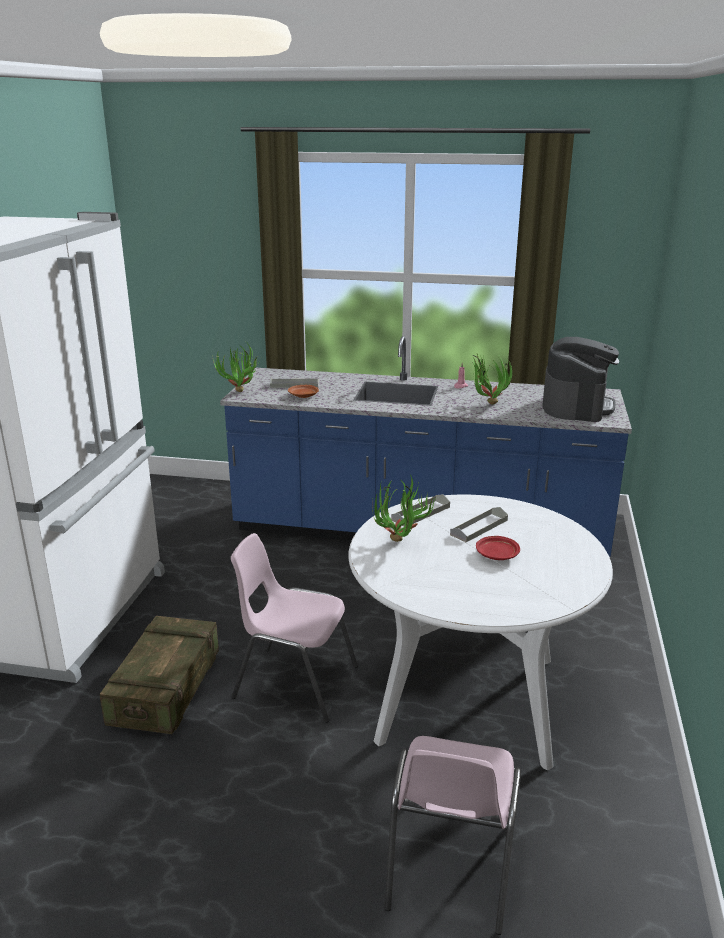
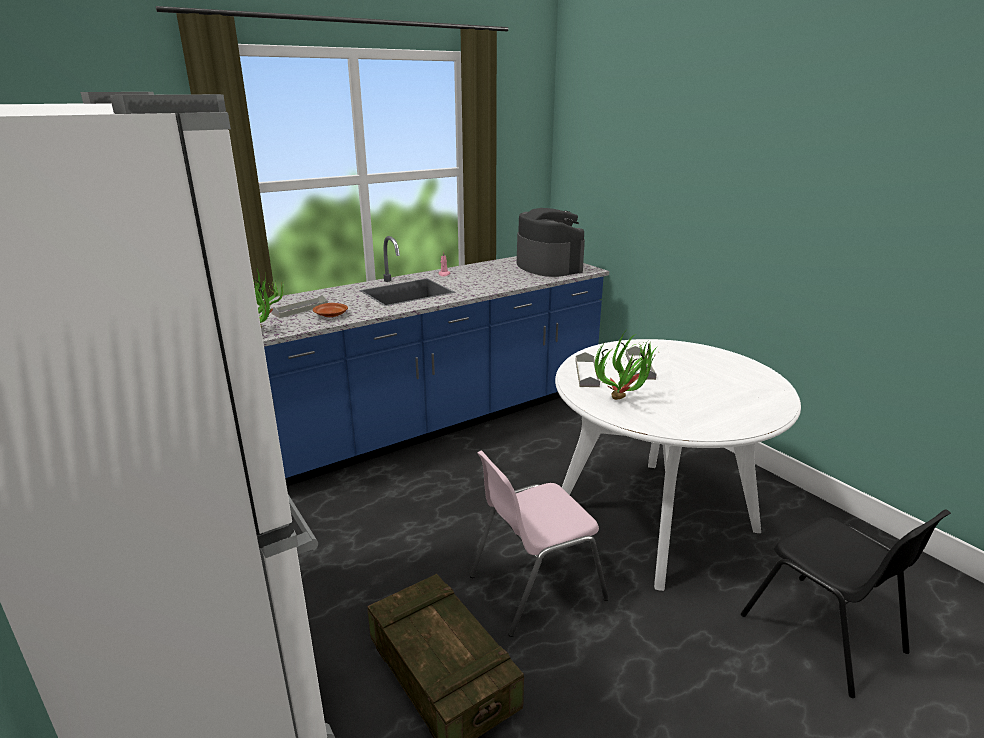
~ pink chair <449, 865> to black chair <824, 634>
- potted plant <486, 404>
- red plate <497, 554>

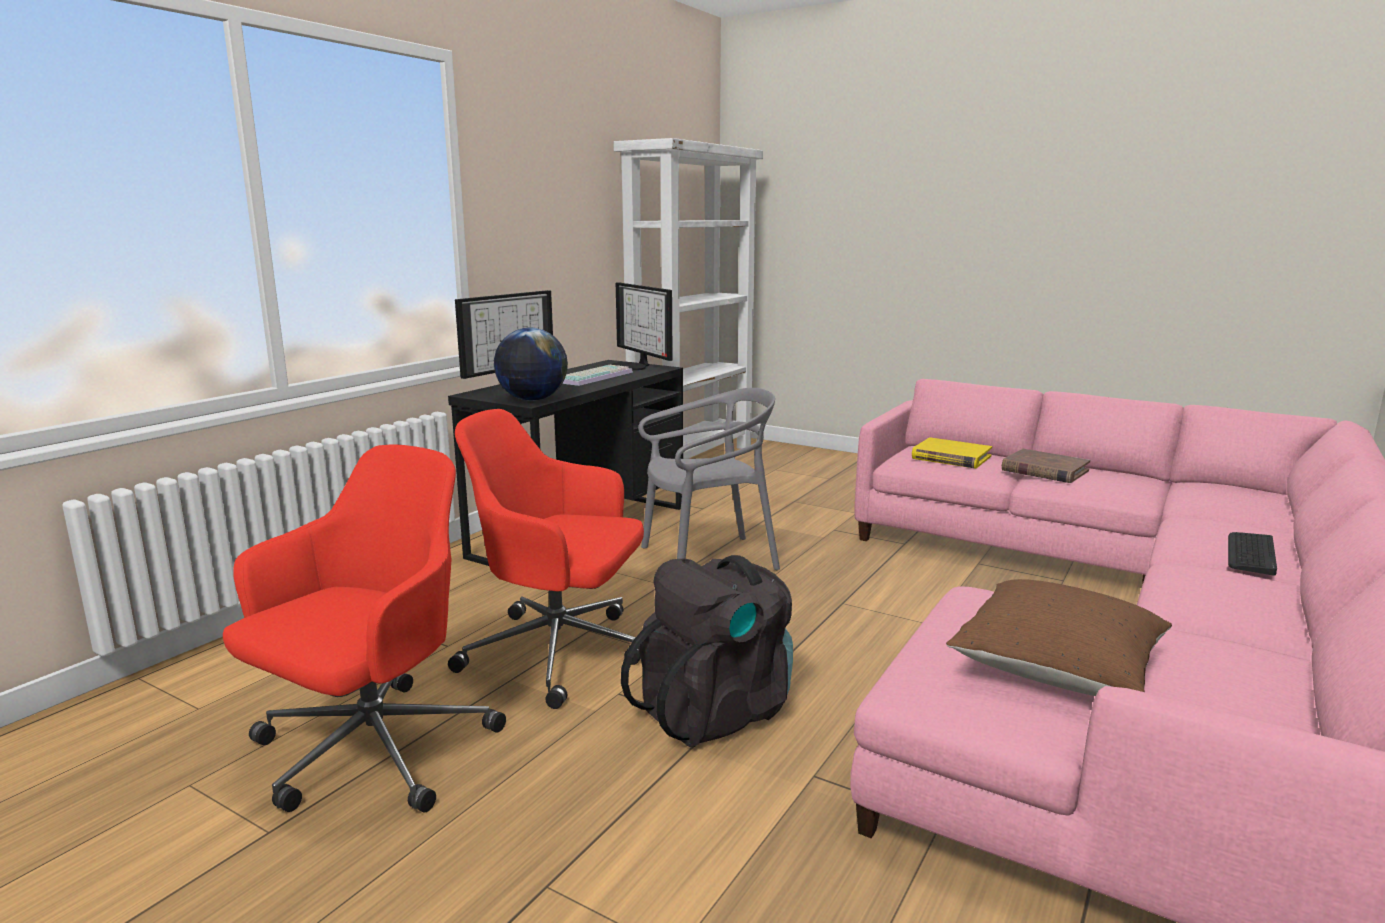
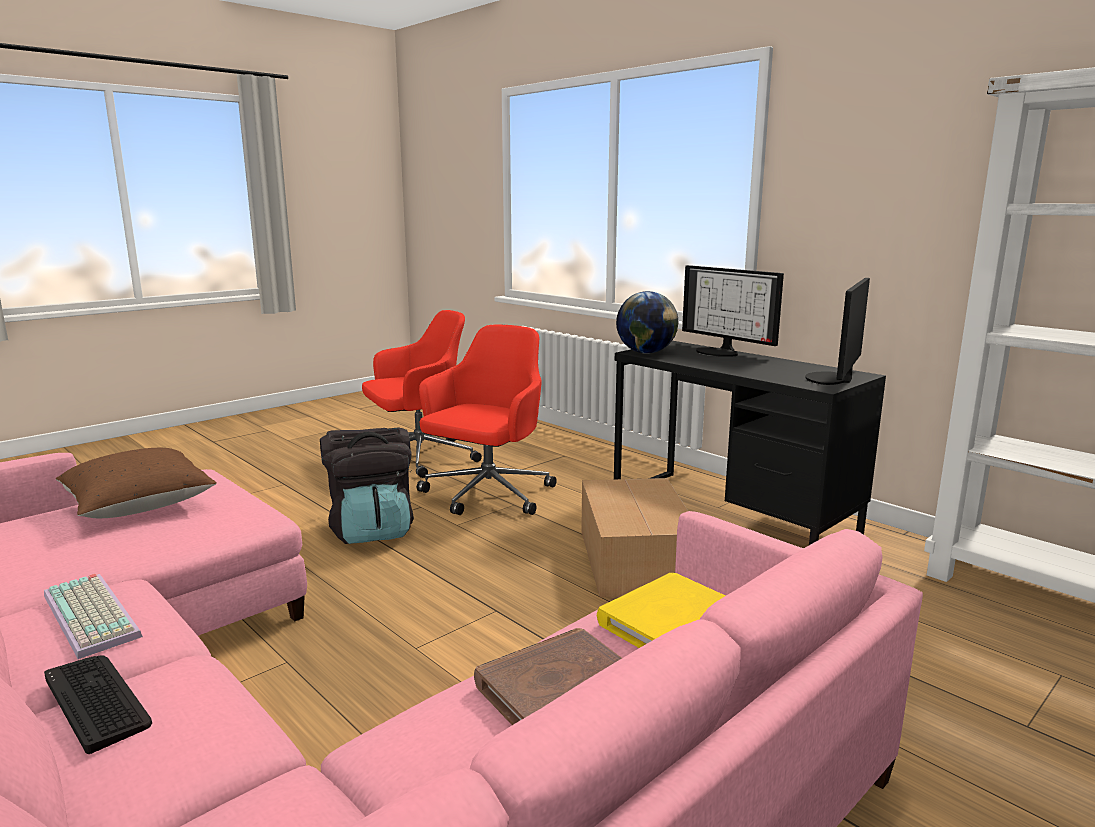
~ keyboard <594, 377> to <94, 615>
~ red office chair <371, 752> = <418, 457> 75 degrees counterclockwise
~ grey chair <707, 561> to cardboard box <634, 561>
~ monitor <634, 366> = <833, 379> 45 degrees counterclockwise

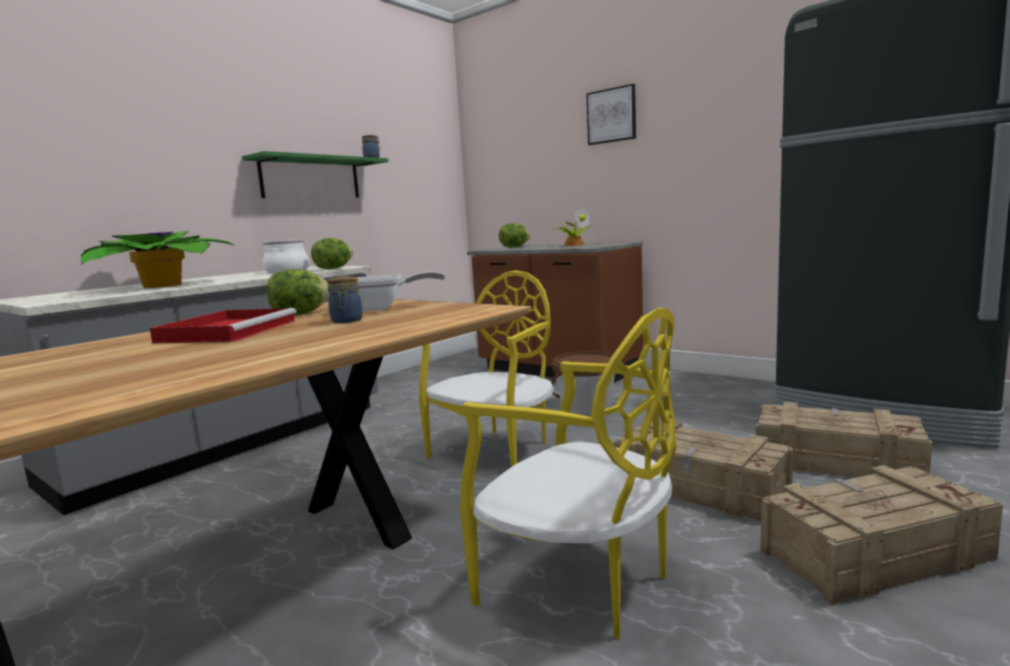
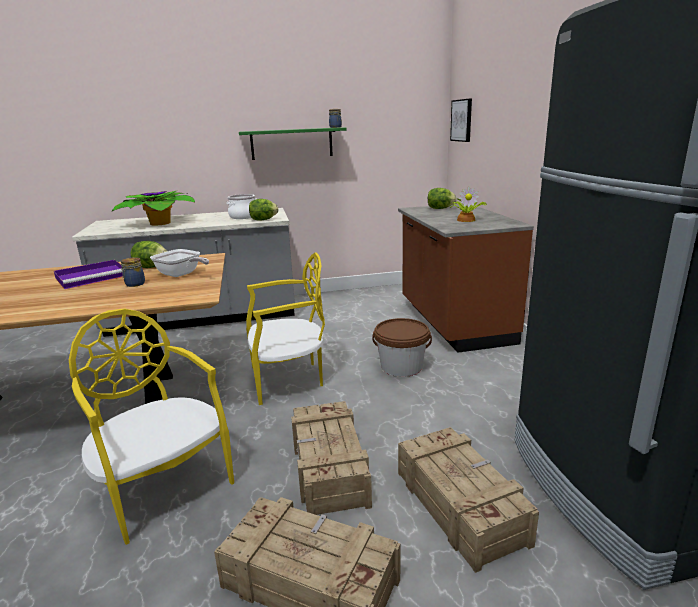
~ red tray <230, 331> to purple tray <93, 276>
~ yellow chair <581, 583> = <164, 486> 150 degrees clockwise
~ picture <612, 115> to <462, 120>

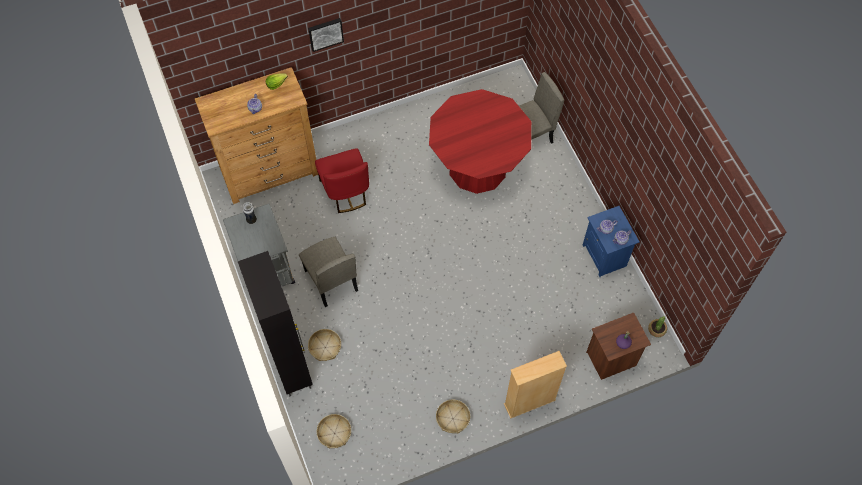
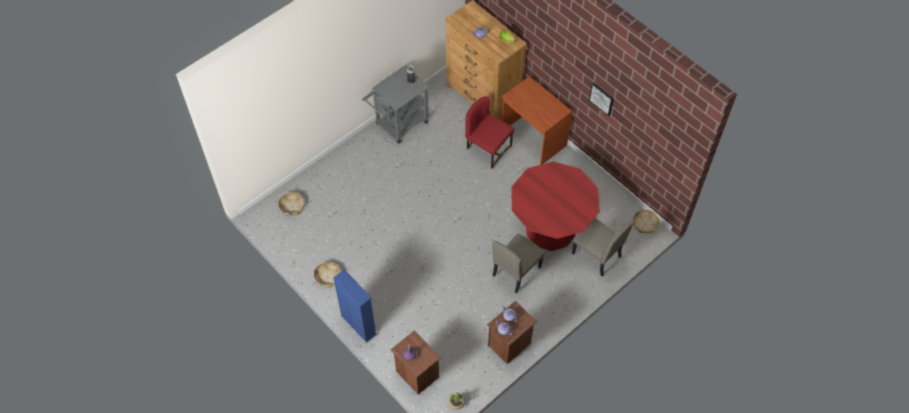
~ beige bookcase <529, 402> to blue bookcase <358, 325>
~ red chair <345, 192> = <487, 148> 75 degrees clockwise
~ blue nightstand <605, 255> to brown nightstand <510, 345>
~ beige chair <330, 280> to <516, 271>
+ brown desk <533, 138>
~ picture <325, 33> to <602, 98>
~ basket <325, 347> to <645, 224>
- black cabinet <291, 367>

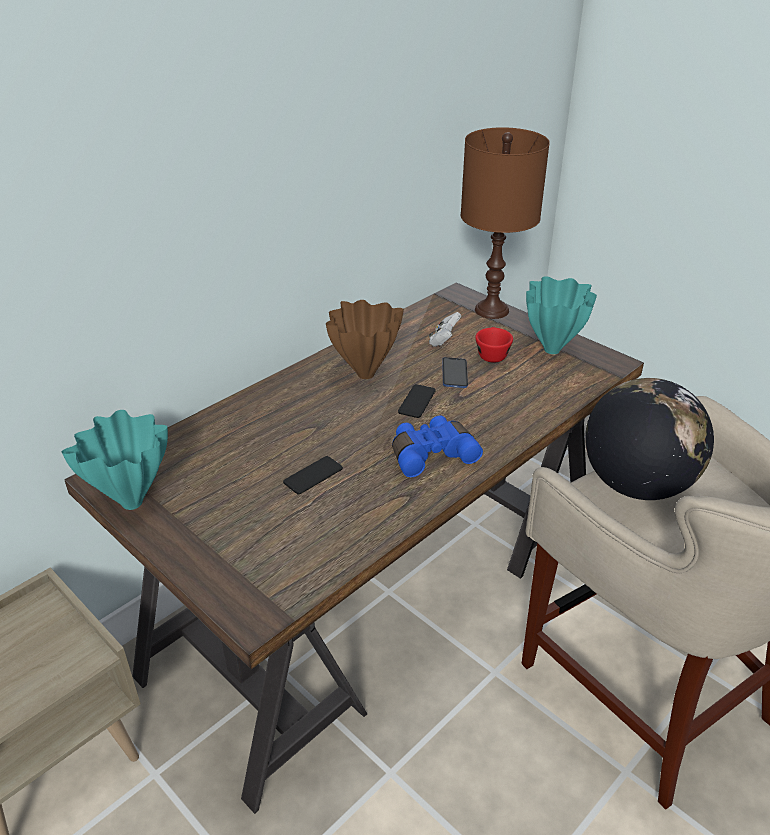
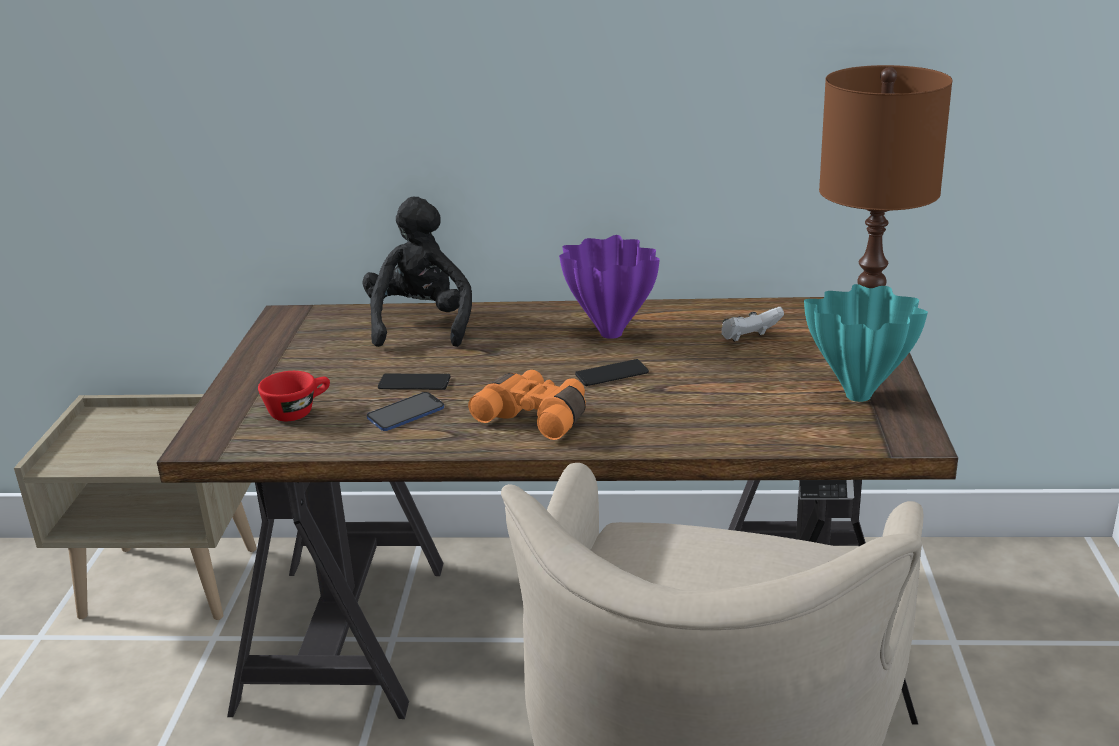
~ red cup <491, 354> to <298, 411>
+ black plush toy <421, 325>
~ phone <454, 374> to <406, 413>
~ blue binoculars <431, 454> to orange binoculars <536, 416>
~ brown vase <364, 375> to purple vase <609, 333>
- turquoise vase <134, 502>
- globe <636, 484>

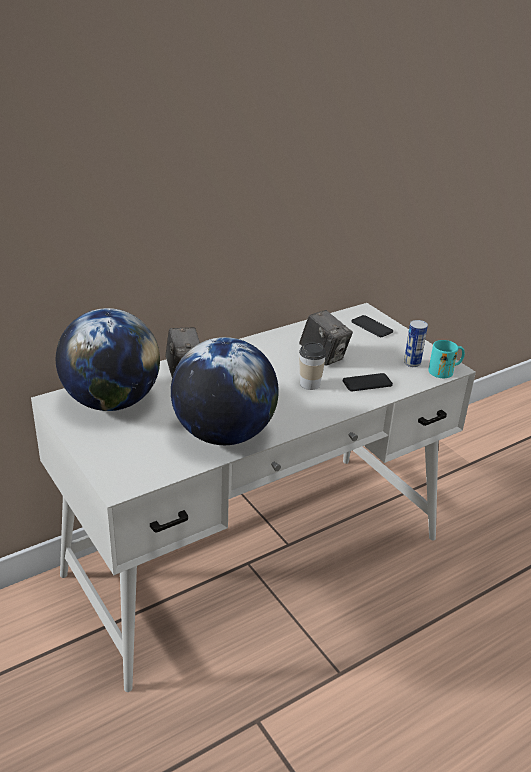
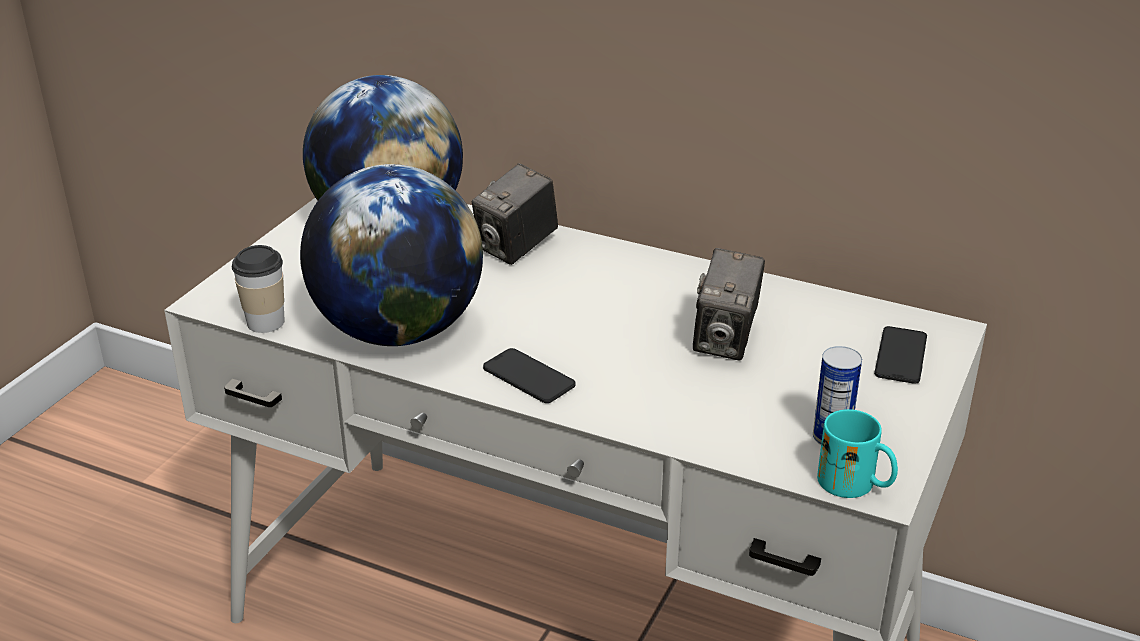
~ cup <310, 384> to <265, 322>
~ phone <367, 383> to <528, 377>

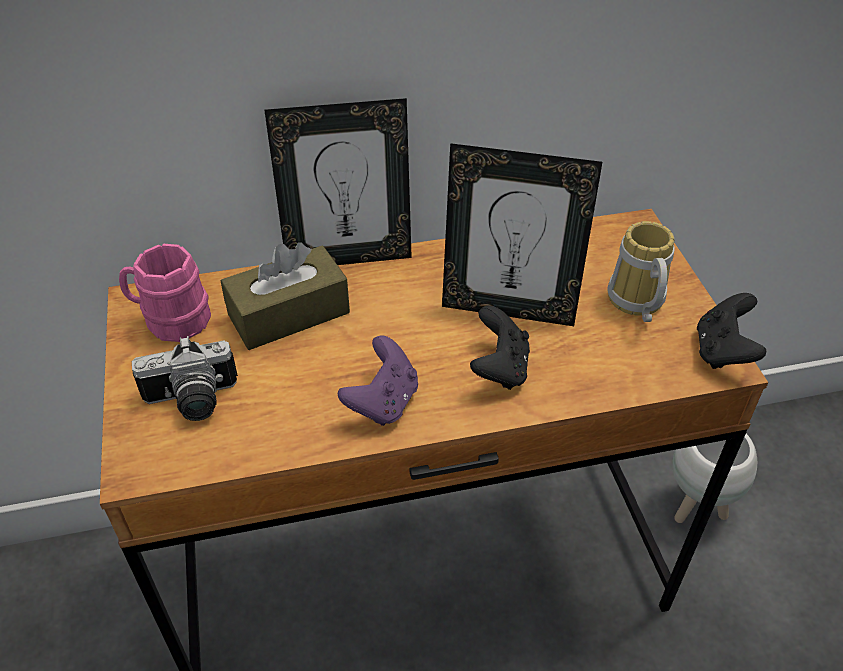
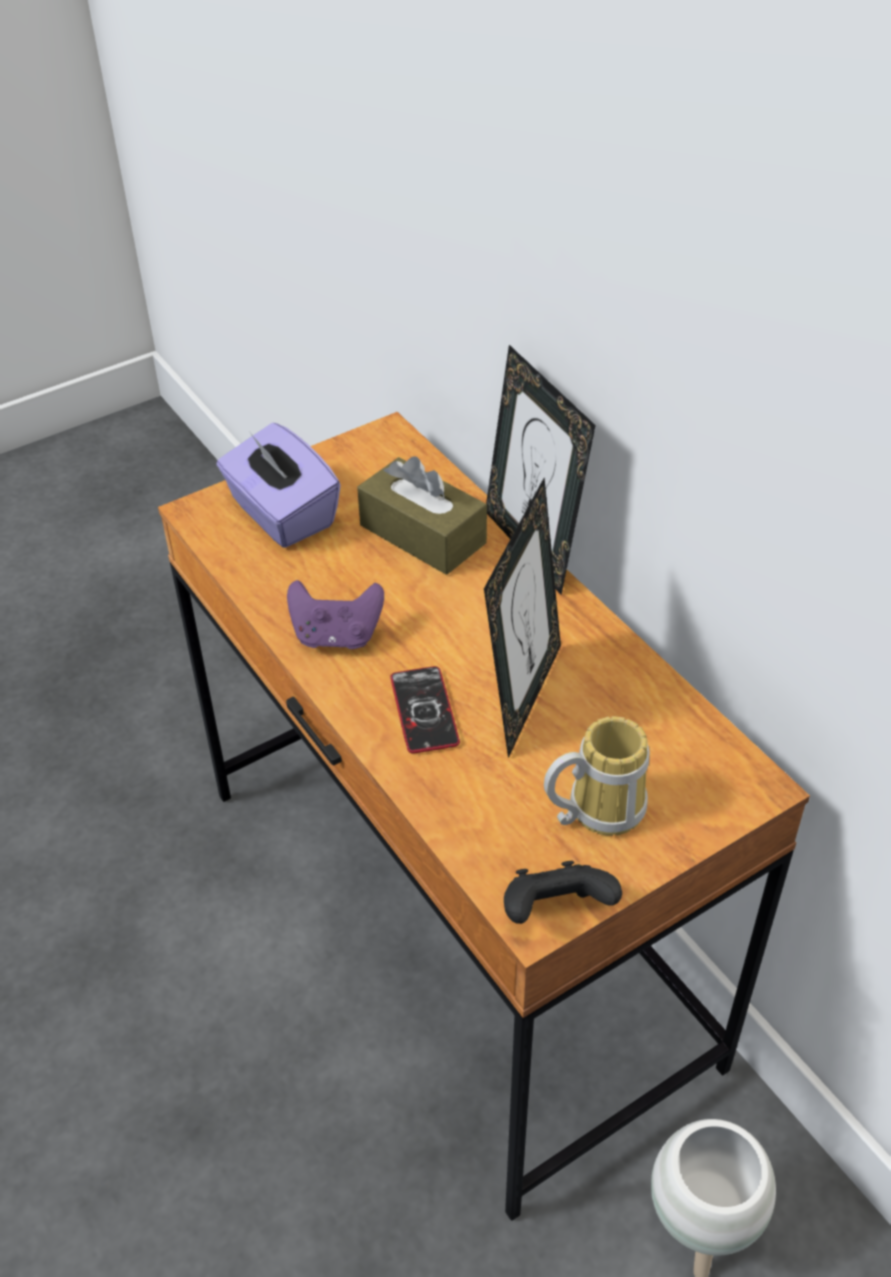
~ photo camera <192, 402> to purple tissue box <281, 514>
~ black game controller <499, 368> to phone <424, 711>
~ picture frame <508, 308> = <522, 696> 150 degrees counterclockwise
- pink mug <170, 320>

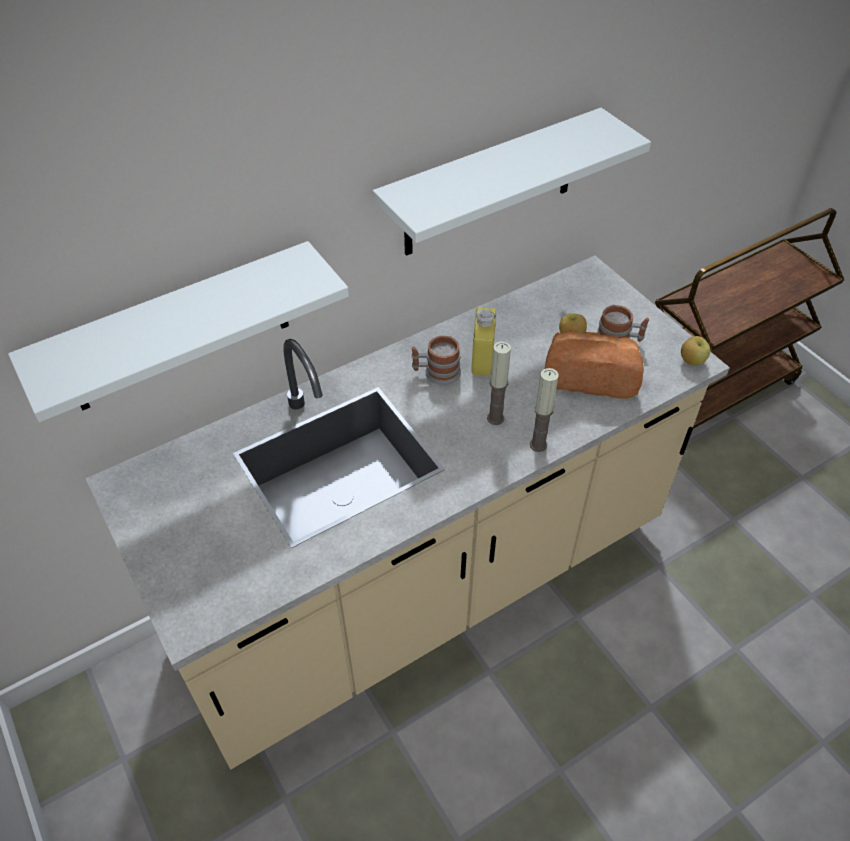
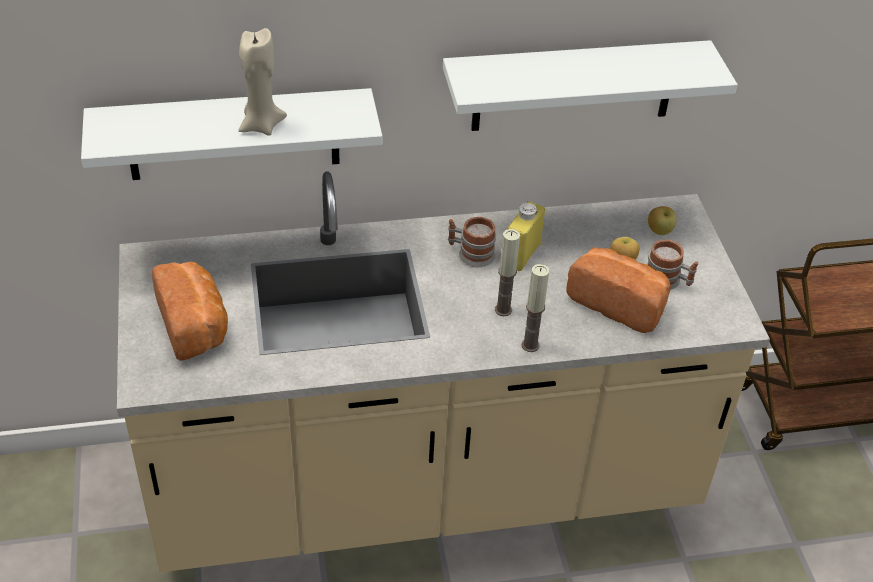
+ bread <195, 325>
+ beige candle <261, 125>
~ apple <691, 361> to <659, 231>

